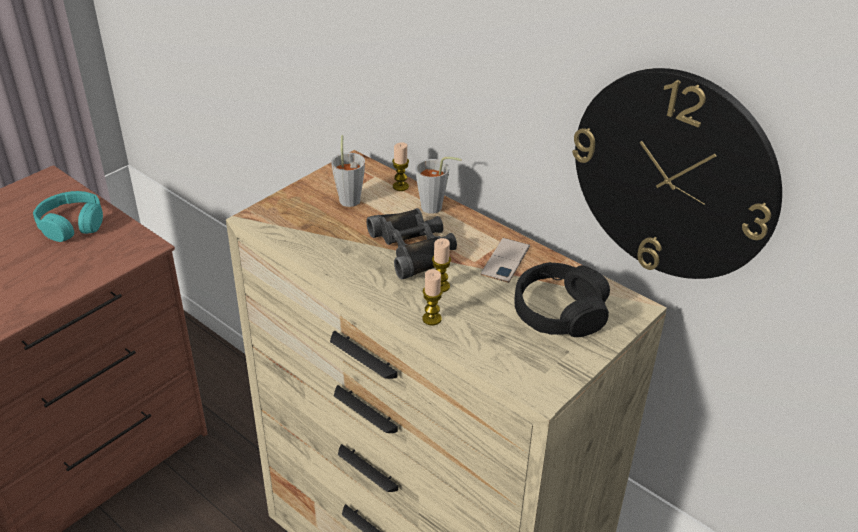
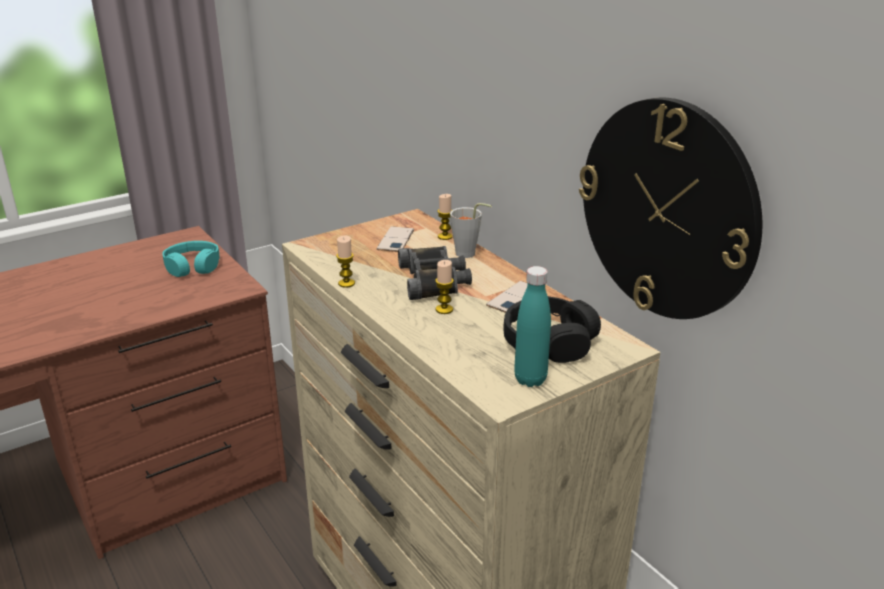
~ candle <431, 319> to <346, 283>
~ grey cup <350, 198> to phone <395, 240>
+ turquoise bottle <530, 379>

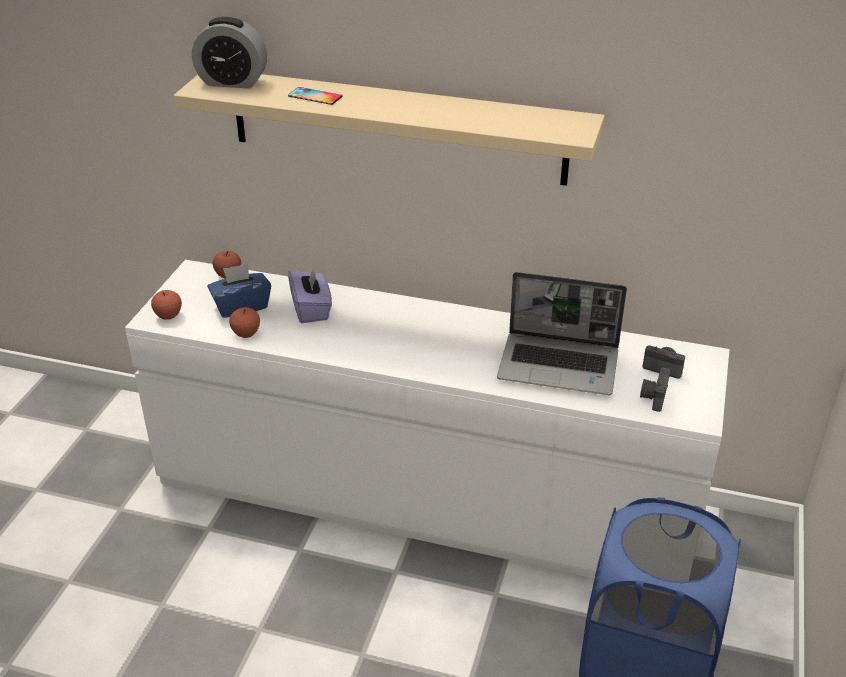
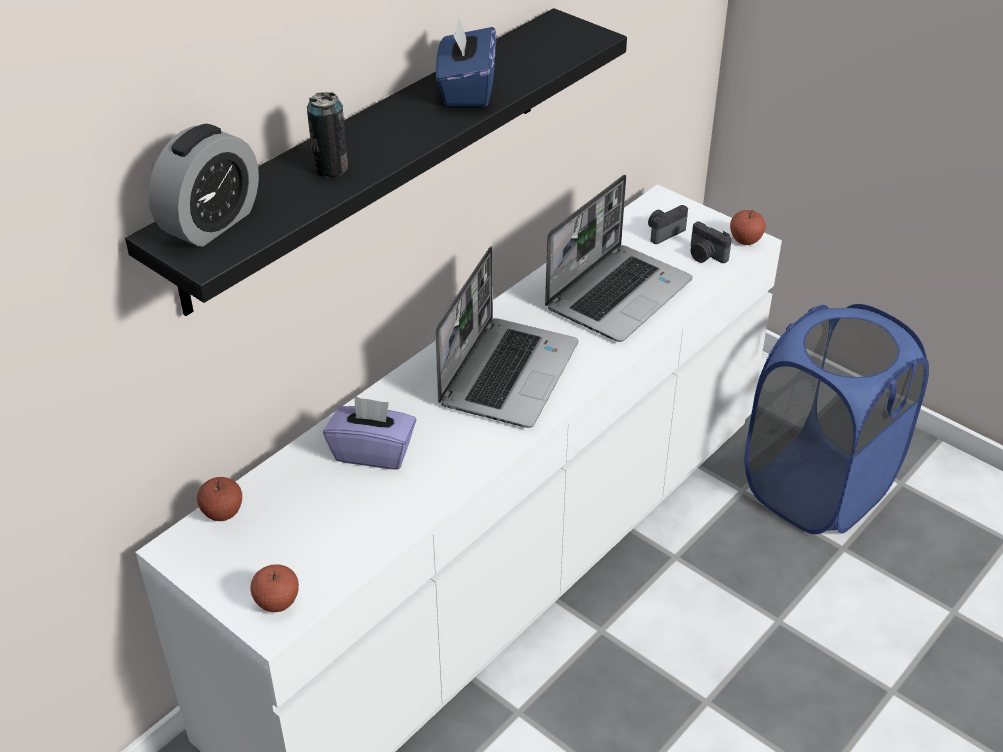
~ beige shelf <397, 126> to black shelf <370, 156>
~ phone <315, 96> to can <331, 168>
+ laptop <508, 373>
~ blue tissue box <241, 306> to <466, 90>
~ apple <246, 333> to <745, 240>

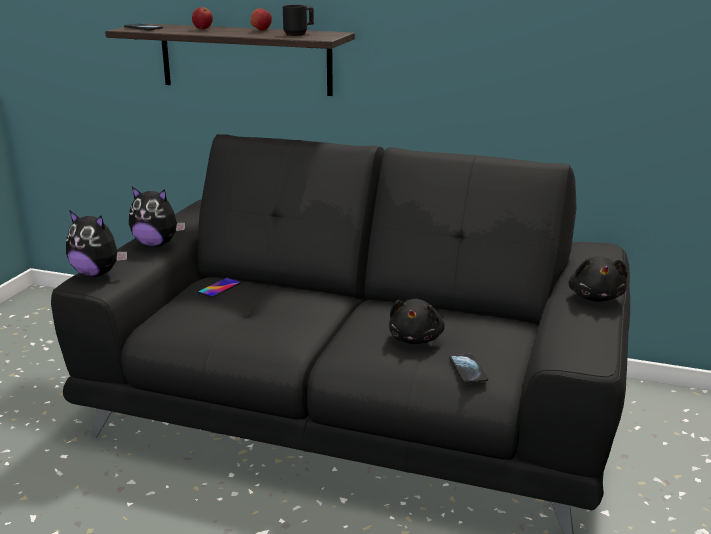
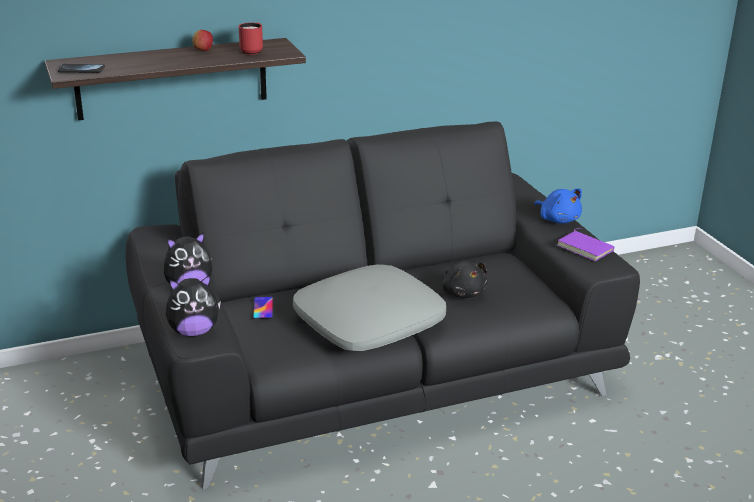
~ black mug <299, 34> to red mug <253, 50>
+ grey pillow <368, 322>
~ black plush toy <596, 297> to blue plush toy <558, 219>
+ purple book <586, 248>
- apple <203, 29>
- phone <468, 370>

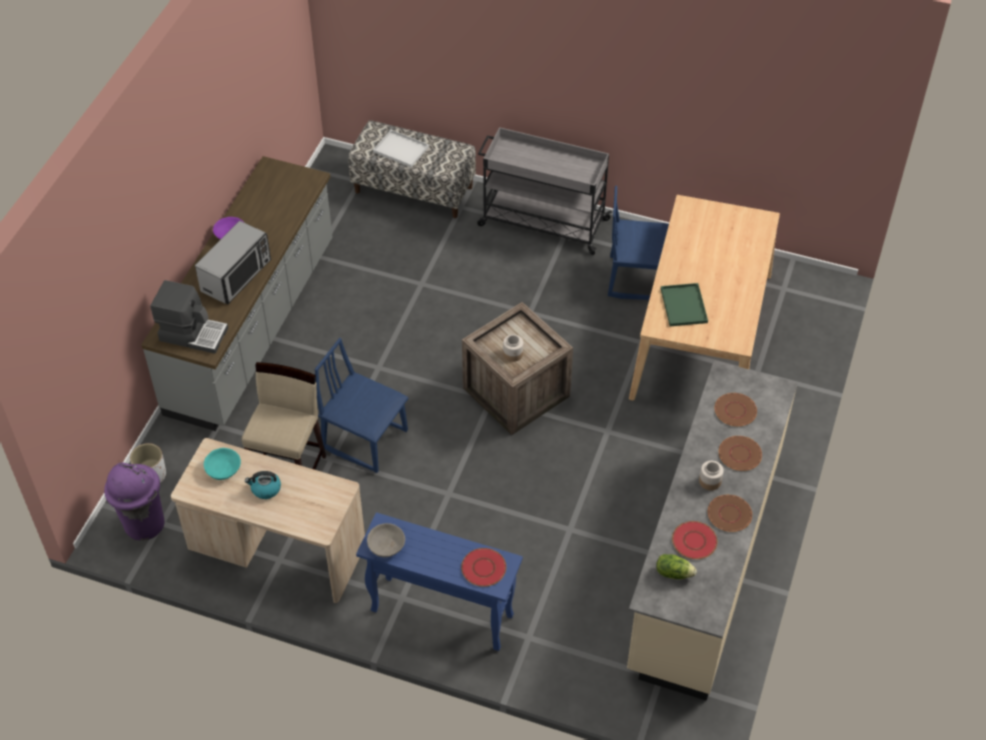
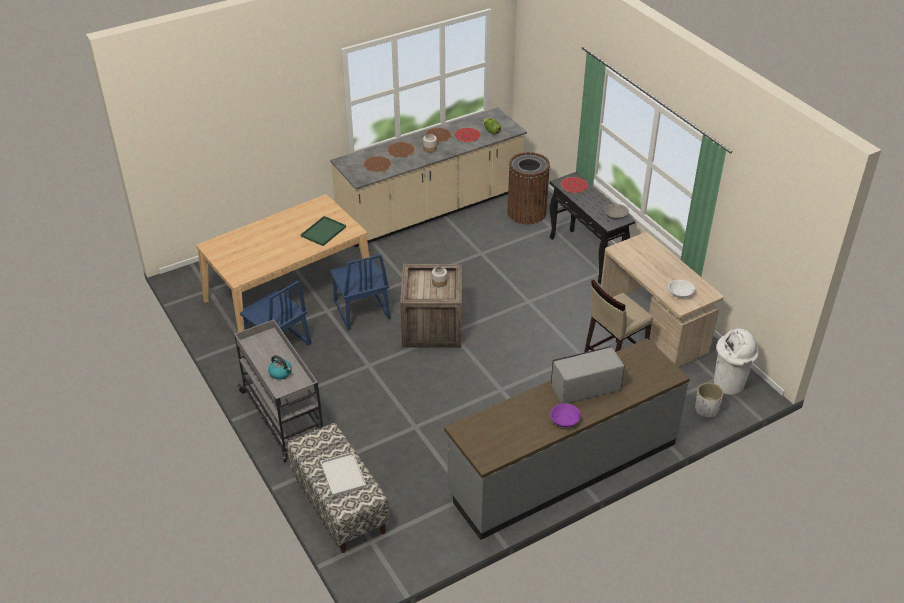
~ kettle <265, 489> to <281, 373>
~ blue chair <365, 439> to <361, 311>
+ brown trash can <526, 212>
~ blue console table <440, 613> to black console table <586, 256>
~ turquoise bowl <223, 469> to white bowl <680, 293>
~ purple trash can <143, 523> to white trash can <729, 384>
- coffee machine <193, 333>

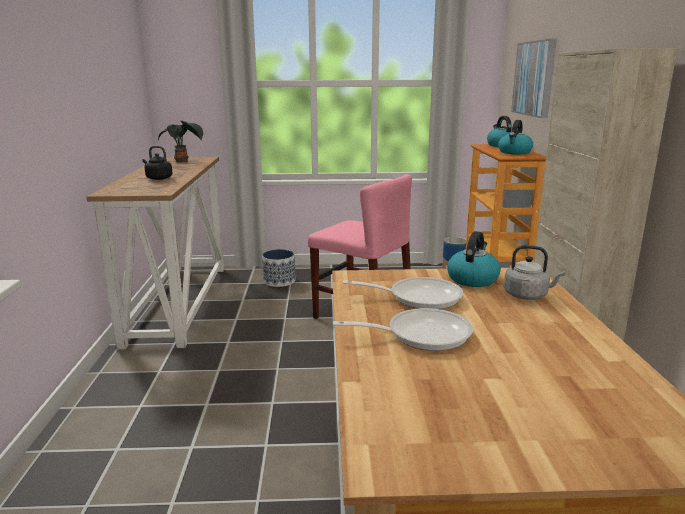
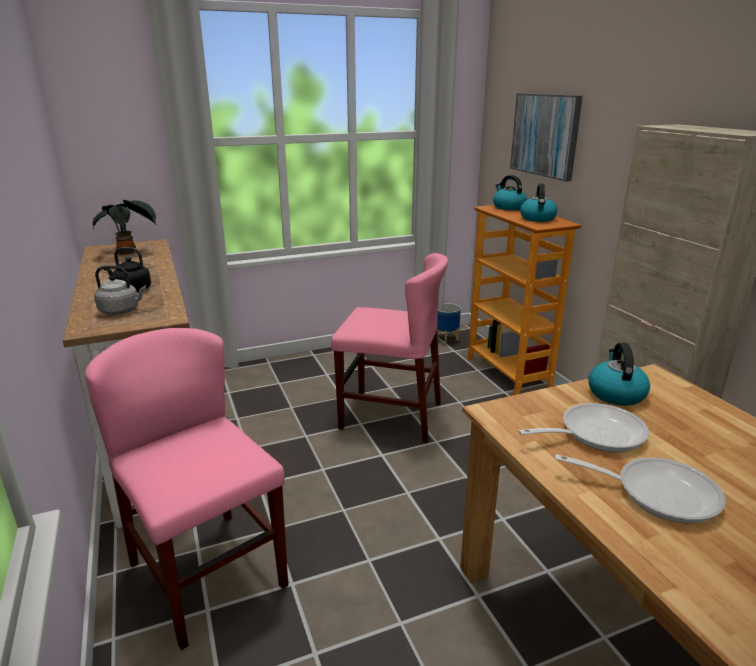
+ pink chair <208, 574>
~ grey kettle <528, 295> to <121, 311>
~ frying pan <420, 335> = <657, 493> 45 degrees clockwise
- planter <279, 281>

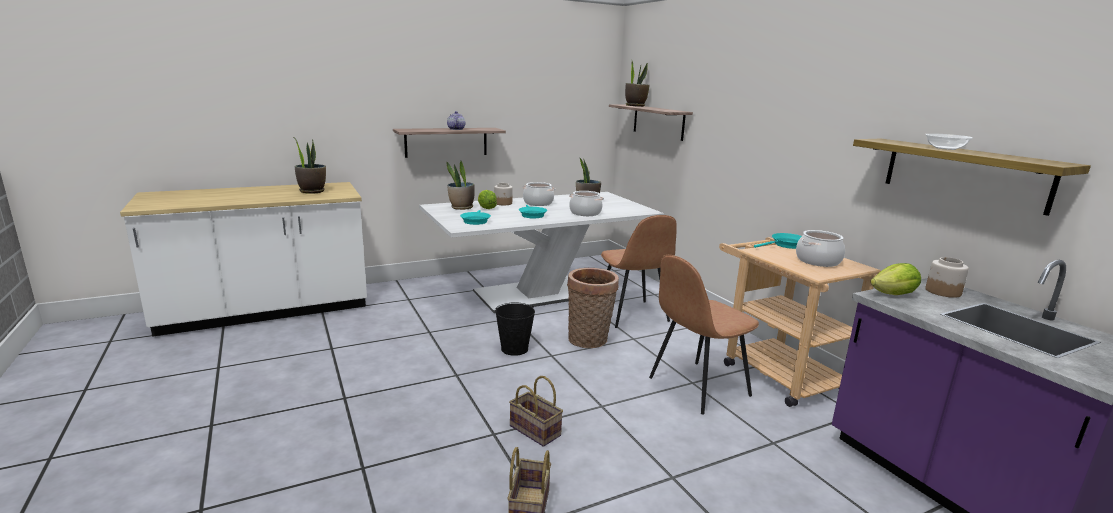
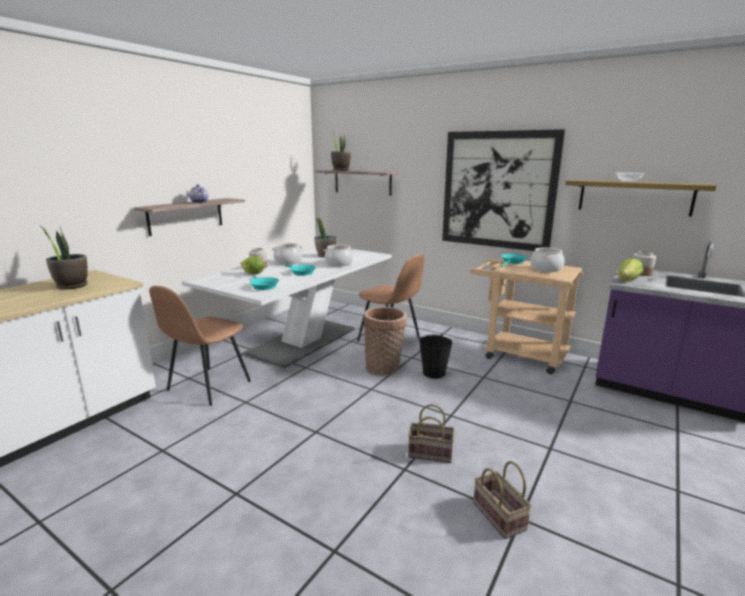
~ brown chair <697, 387> to <207, 387>
~ black bucket <514, 349> to <434, 373>
+ picture <498, 190>
- potted plant <461, 207>

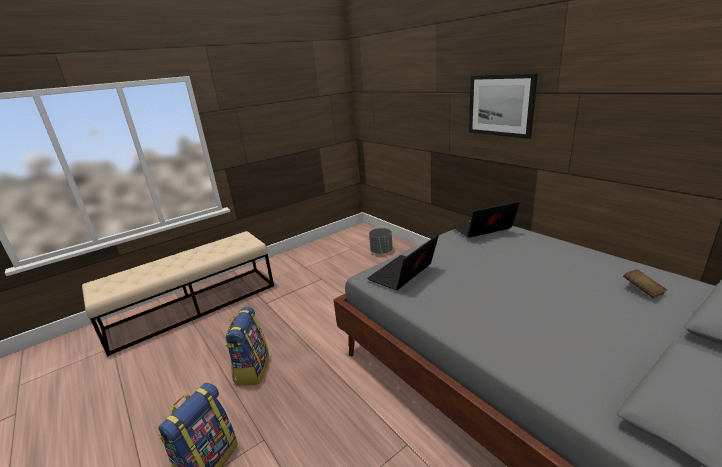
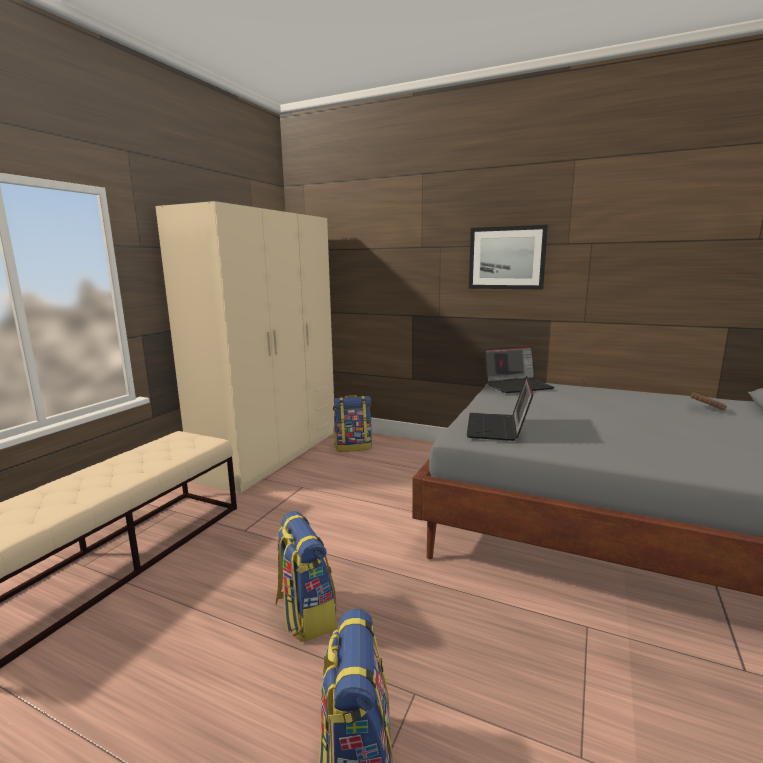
+ beige wardrobe <271, 454>
~ grey planter <381, 251> to backpack <353, 446>
~ laptop <482, 230> = <518, 386> 150 degrees counterclockwise

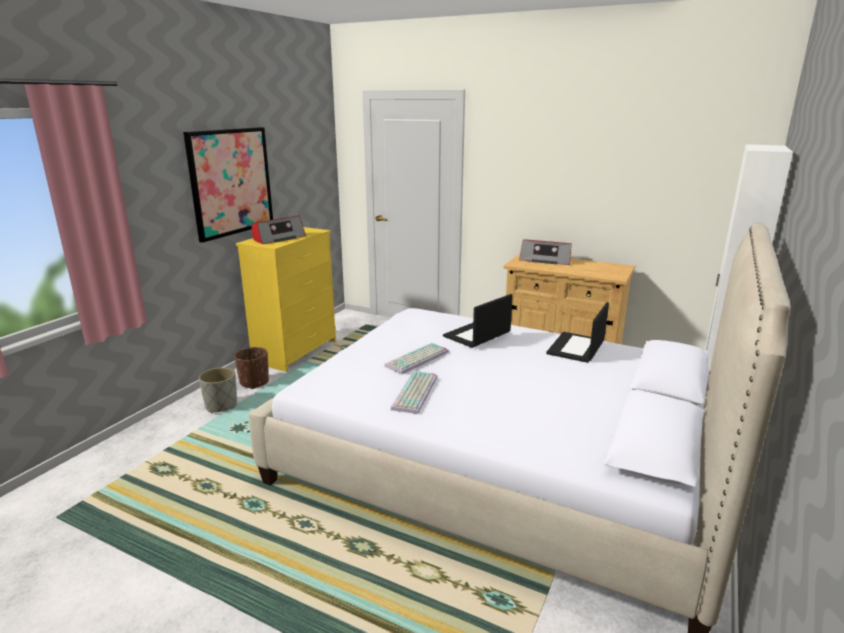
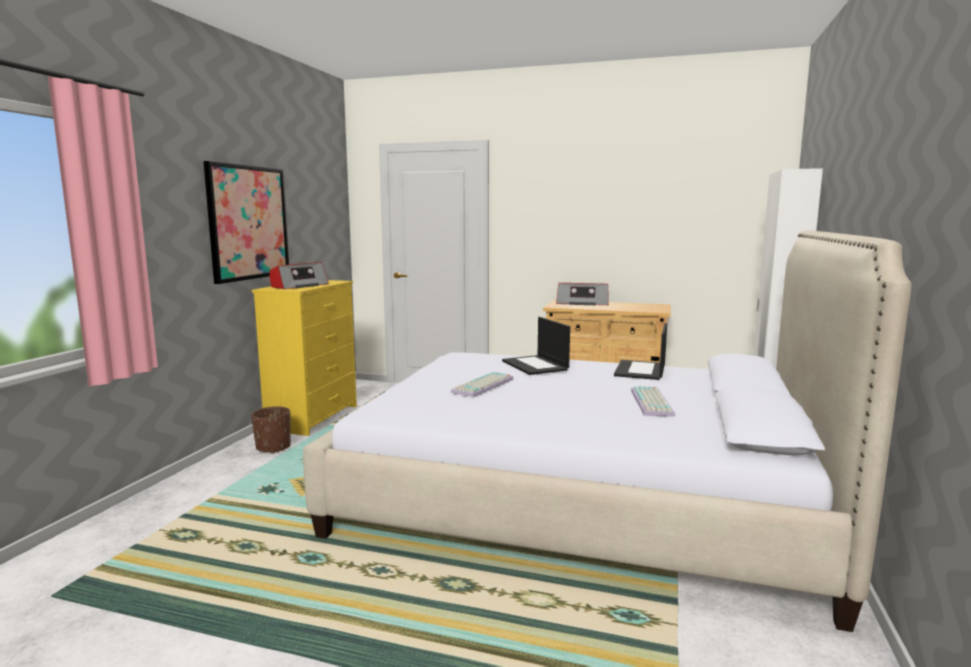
~ laptop <477, 335> = <535, 365> 60 degrees counterclockwise
~ keyboard <416, 393> to <653, 403>
- grey planter <221, 405>

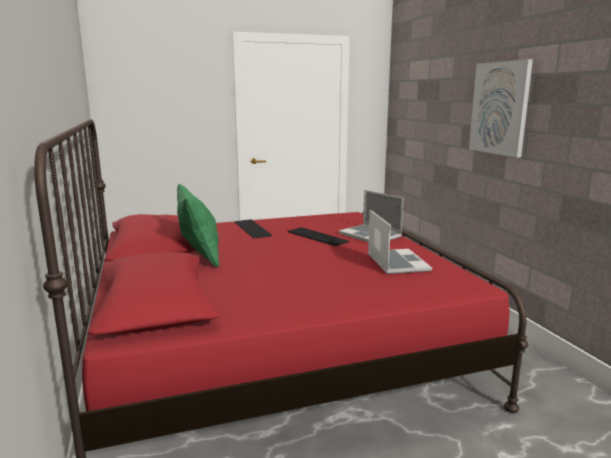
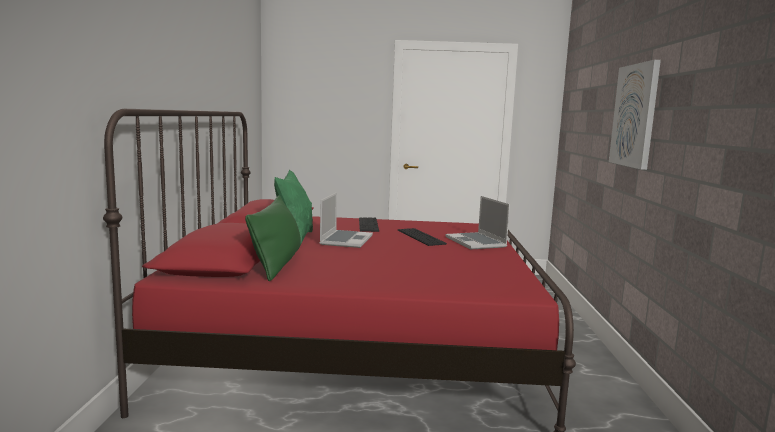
+ green pillow <277, 263>
~ laptop <396, 262> to <346, 240>

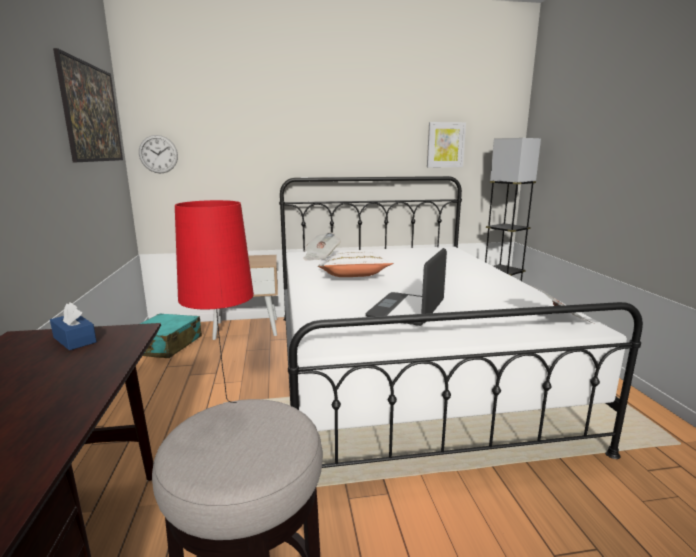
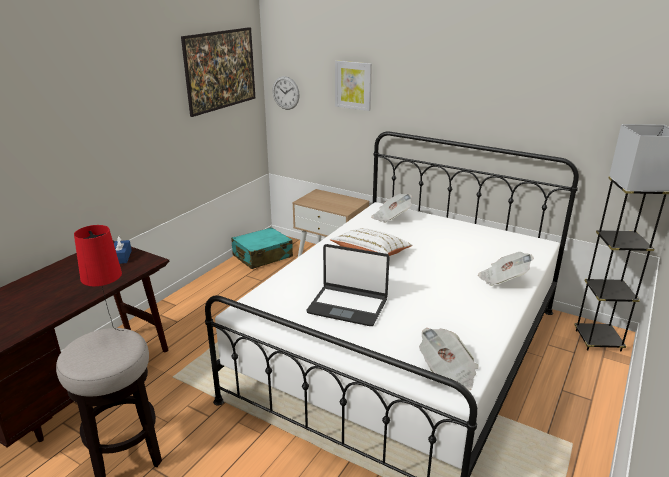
~ laptop <407, 310> = <348, 306> 135 degrees counterclockwise
~ picture <445, 145> to <353, 85>
+ newspaper <503, 279>

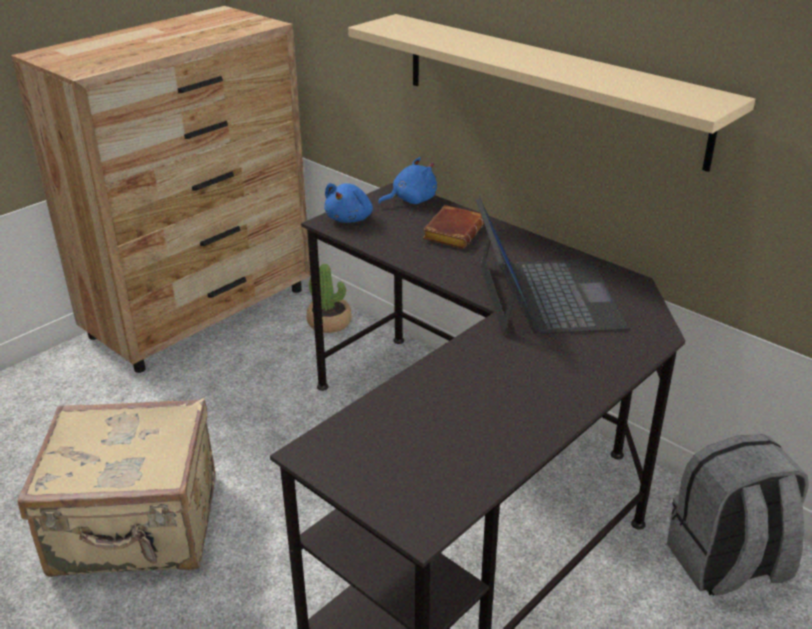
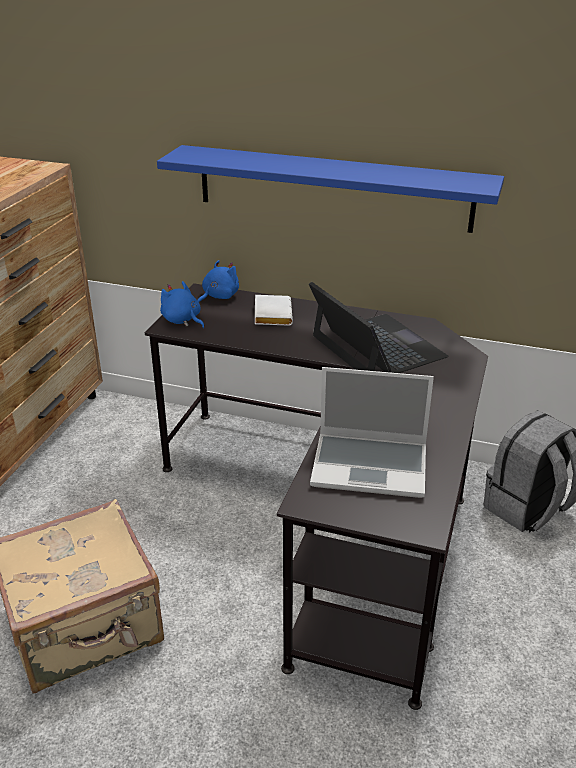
~ beige shelf <548, 87> to blue shelf <333, 188>
~ blue plush toy <350, 218> = <182, 320> 135 degrees clockwise
~ brown book <453, 232> to white book <271, 314>
+ laptop <371, 466>
- potted plant <329, 323>

